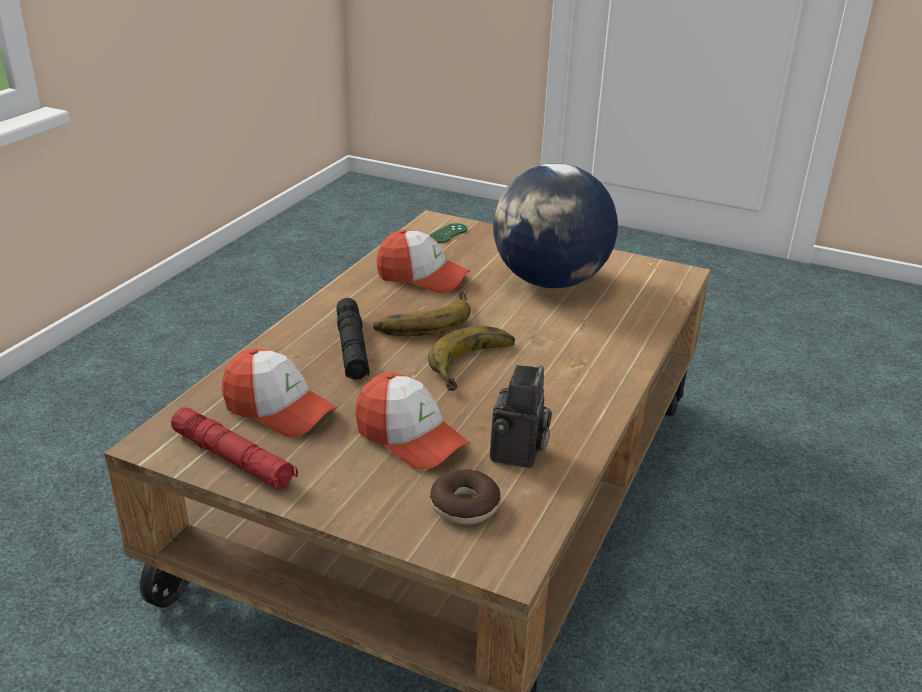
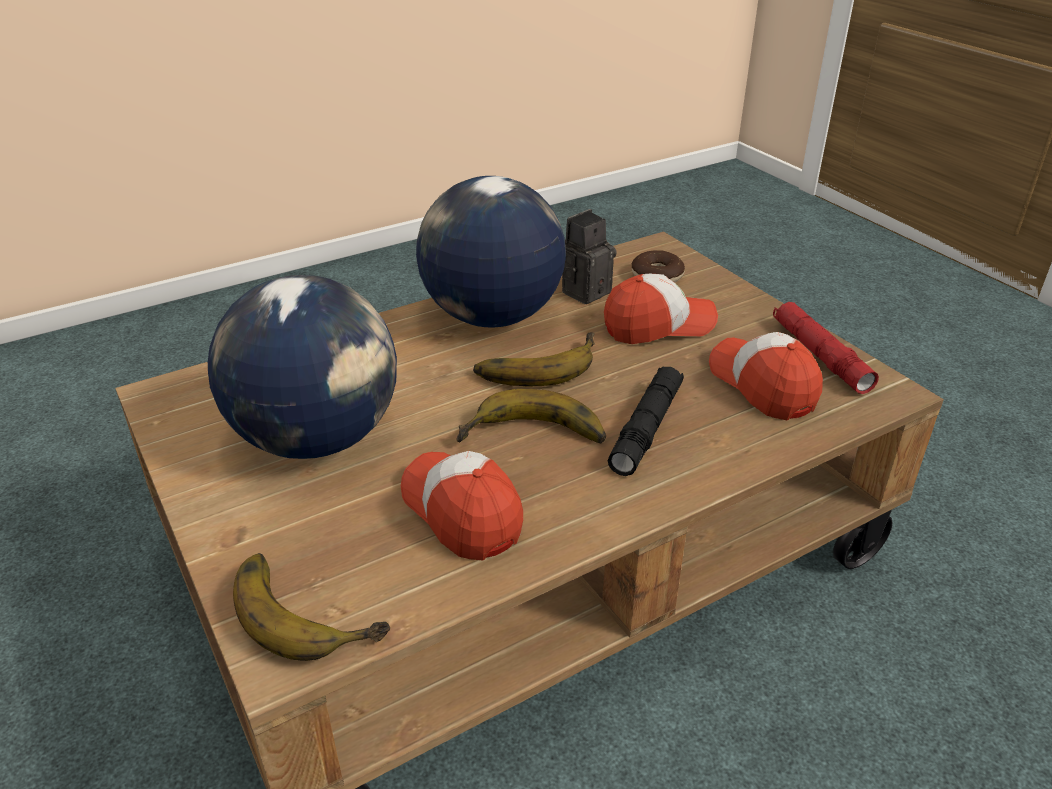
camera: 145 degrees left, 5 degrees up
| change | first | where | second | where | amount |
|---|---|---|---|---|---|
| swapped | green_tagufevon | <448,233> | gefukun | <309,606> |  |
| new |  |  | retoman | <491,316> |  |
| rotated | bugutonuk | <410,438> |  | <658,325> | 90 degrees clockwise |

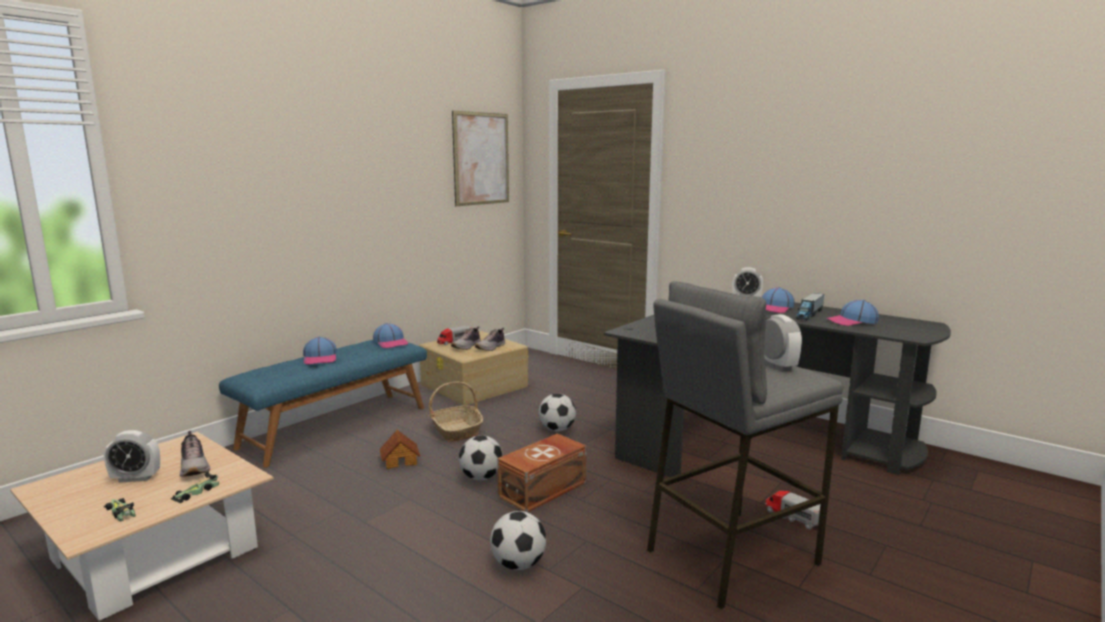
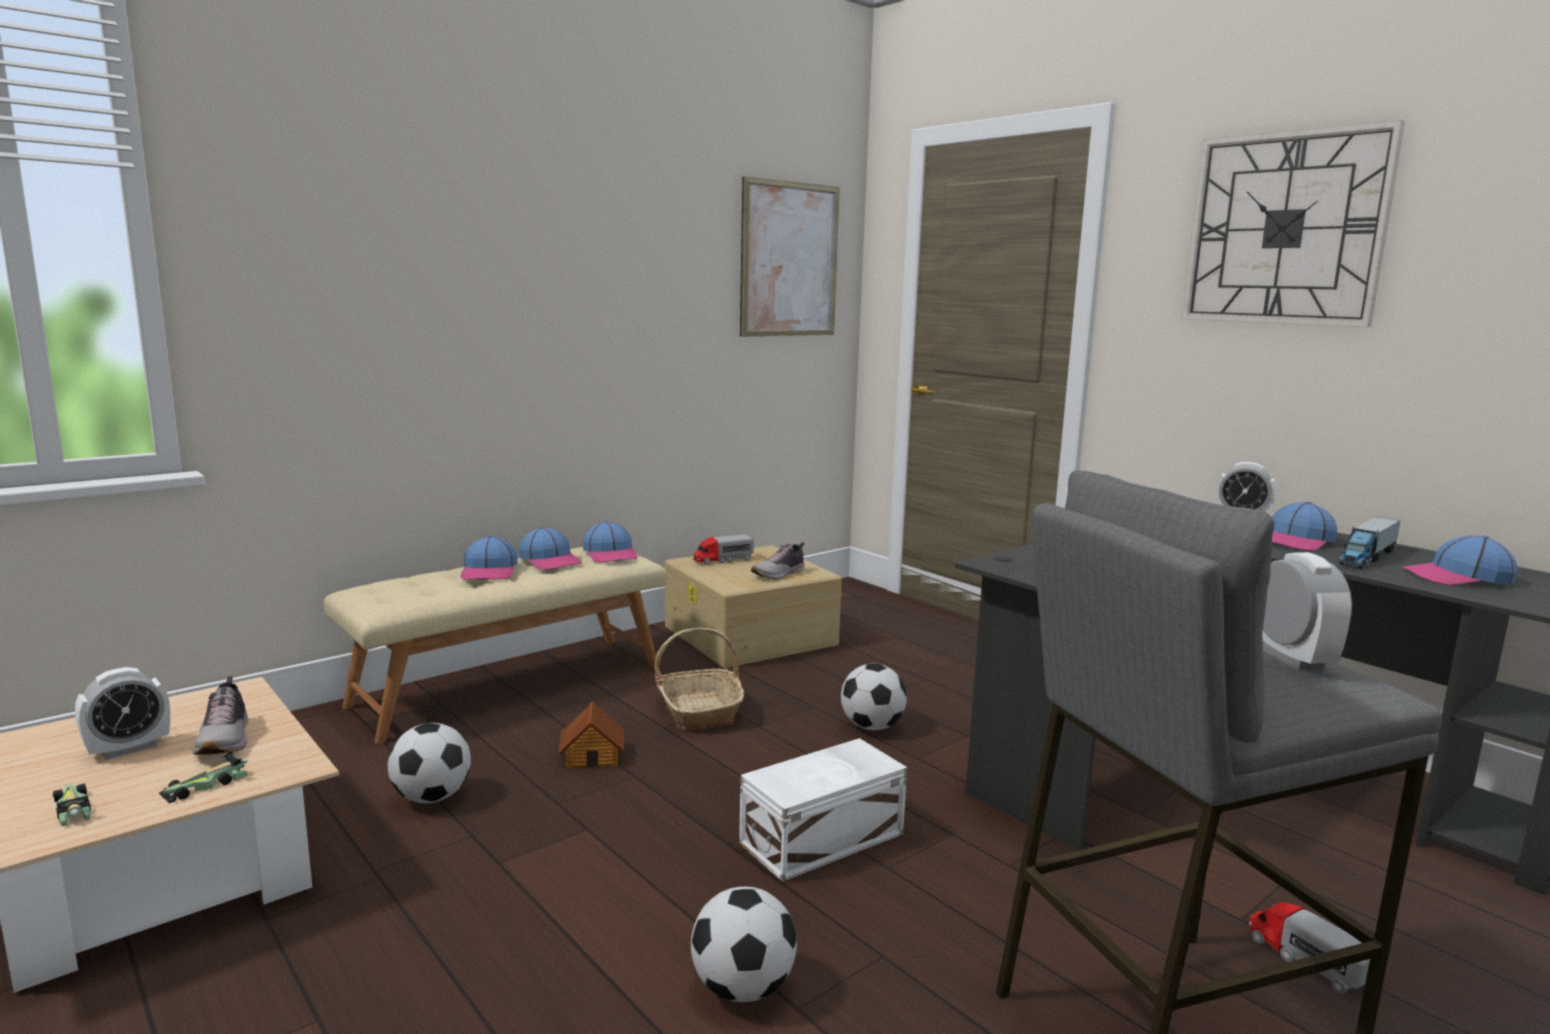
camera: 10 degrees right, 0 degrees up
| change | first | where | second | where | amount |
|---|---|---|---|---|---|
| rotated | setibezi | <136,478> |  | <128,749> | 45 degrees counterclockwise |
| repainted | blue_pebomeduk | <335,426> | beige_pebomeduk | <509,684> |  |
| shifted | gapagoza | <481,477> |  | <432,798> |  |
| new |  |  | bugutonuk | <550,560> |  |
| repainted | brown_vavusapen | <544,489> | white_vavusapen | <825,839> |  |
| new |  |  | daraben | <1285,229> |  |
| gone | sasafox | <467,346> |  |  |  |

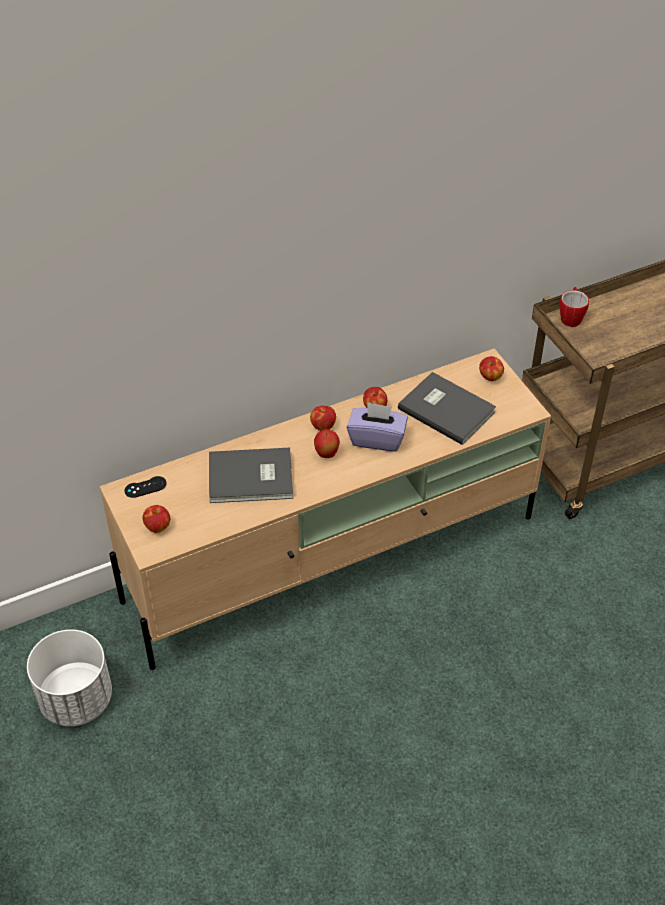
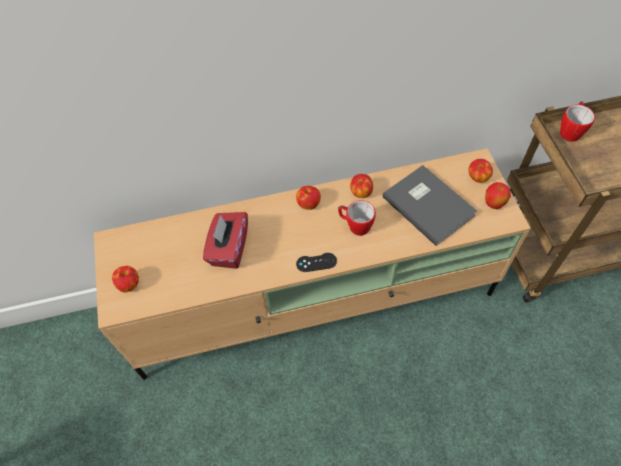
camera: 15 degrees right, 10 degrees up
| change | first | where | second | where | amount |
|---|---|---|---|---|---|
| swapped | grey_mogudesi | <252,479> | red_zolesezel | <229,249> |  |
| shifted | black_tagufevon | <145,487> |  | <316,262> |  |
| swapped | purple_zolesezel | <377,439> | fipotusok | <355,226> |  |
| shifted | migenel | <326,454> |  | <493,204> |  |
| gone | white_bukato | <77,700> |  |  |  |

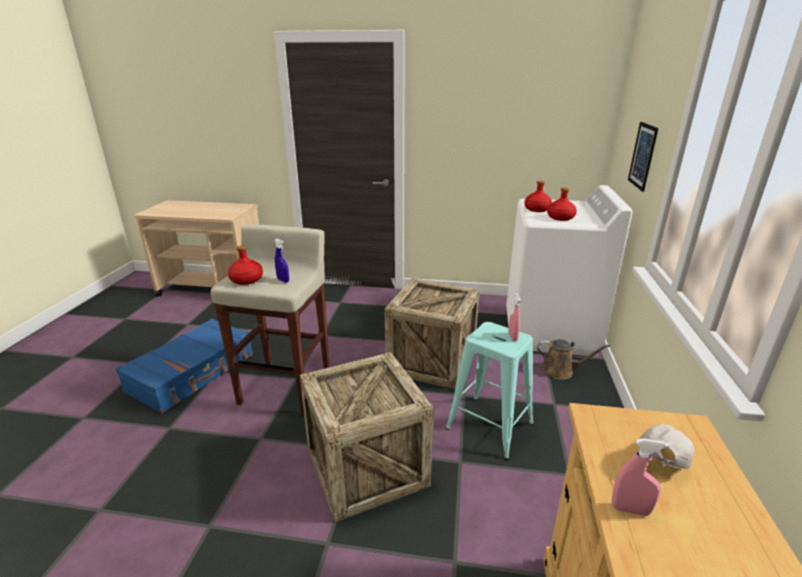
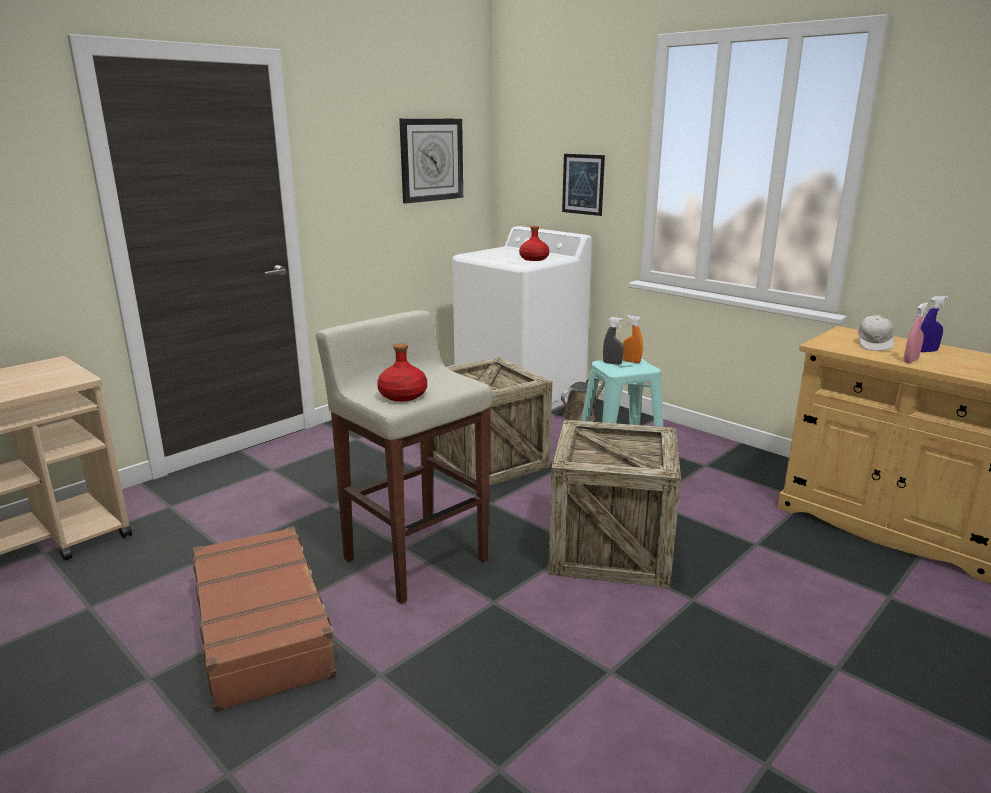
camera: 55 degrees left, 5 degrees down
| change | first | where | second | where | amount |
|---|---|---|---|---|---|
| repainted | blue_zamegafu | <193,373> | brown_zamegafu | <264,628> |  |
| new |  |  | daraben | <431,160> |  |
| new |  |  | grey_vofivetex | <612,363> |  |
| repainted | pink_vofivetex | <512,337> | orange_vofivetex | <631,361> |  |
| rotated | white_bugutonuk | <661,462> |  | <874,345> | 150 degrees counterclockwise |
| shifted | blue_vofivetex | <283,280> |  | <926,351> |  |
| gone | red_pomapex | <537,209> |  |  |  |

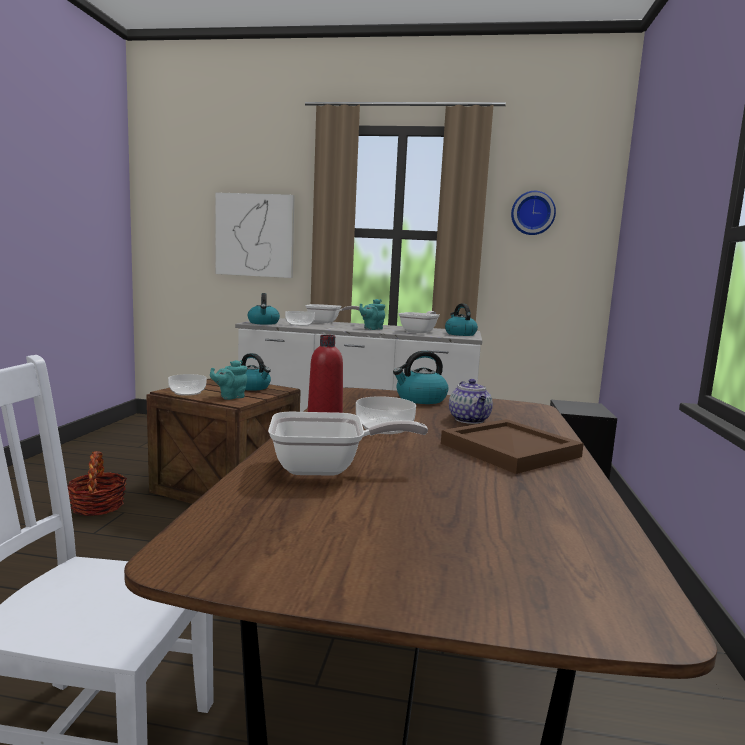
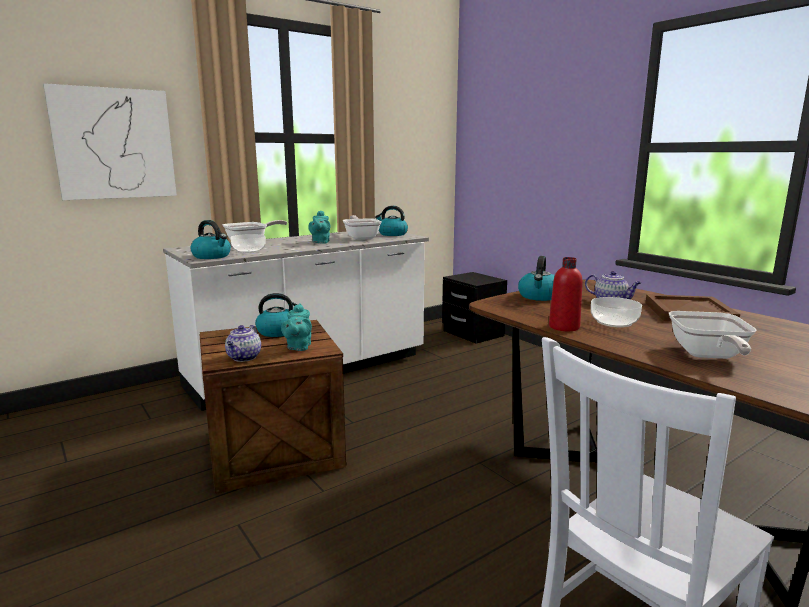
camera: 45 degrees left, 5 degrees up
| change | first | where | second | where | amount |
|---|---|---|---|---|---|
| swapped | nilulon | <187,392> | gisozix | <244,358> |  |
| rotated | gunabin | <327,469> |  | <707,356> | 150 degrees clockwise |
| gone | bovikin | <98,506> |  |  |  |
| gone | daraben | <532,213> |  |  |  |

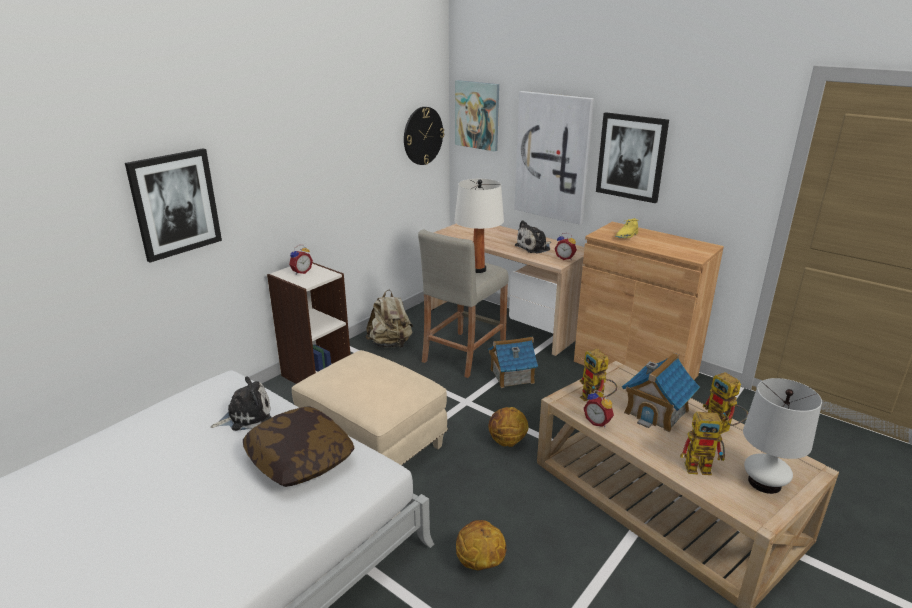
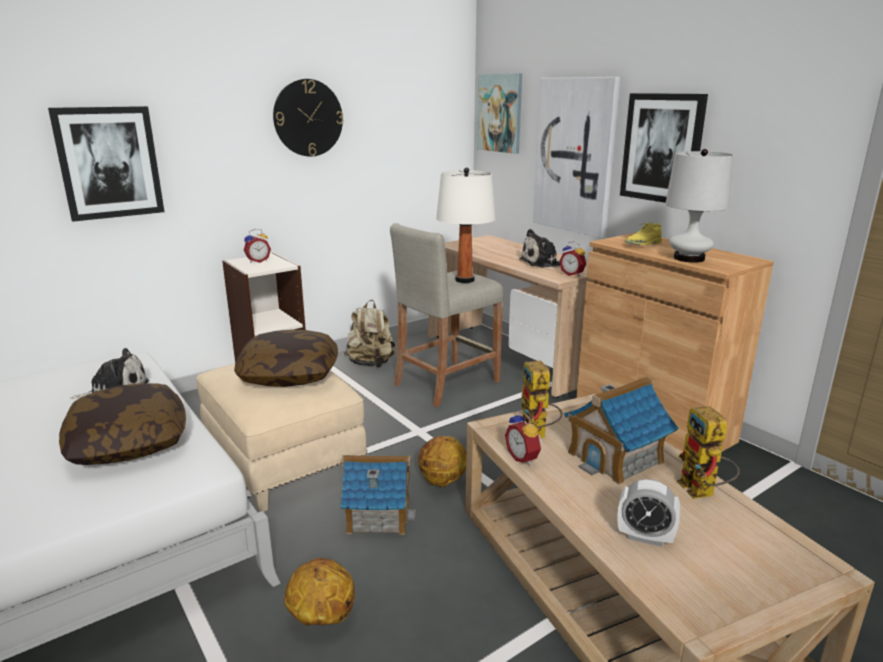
camera: 15 degrees right, 5 degrees down
| change | first | where | second | where | amount |
|---|---|---|---|---|---|
| new |  |  | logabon | <289,374> |  |
| shifted | daraben | <423,136> |  | <308,118> |  |
| shifted | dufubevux | <511,376> |  | <378,515> |  |
| swapped | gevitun | <703,467> | setibezi | <645,537> |  |
| shifted | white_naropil | <764,482> |  | <689,258> |  |

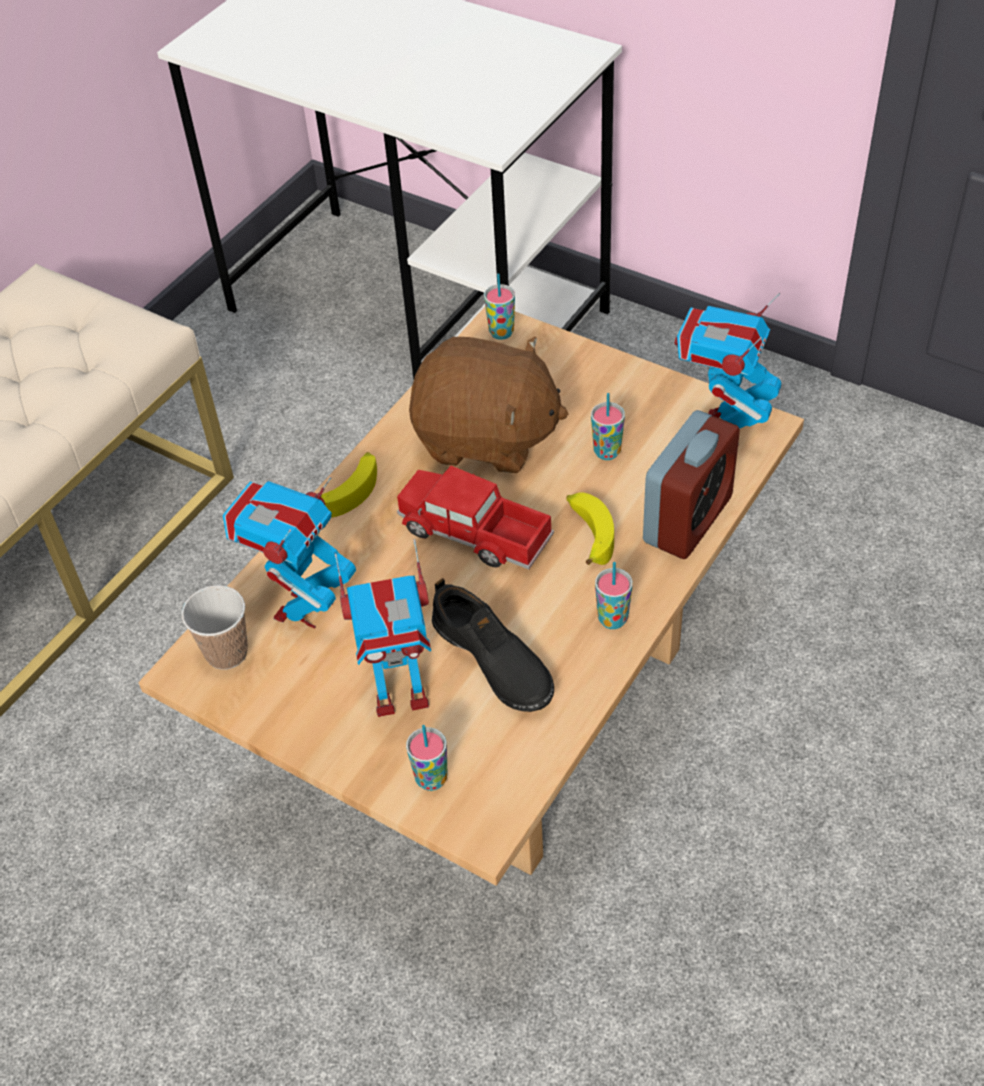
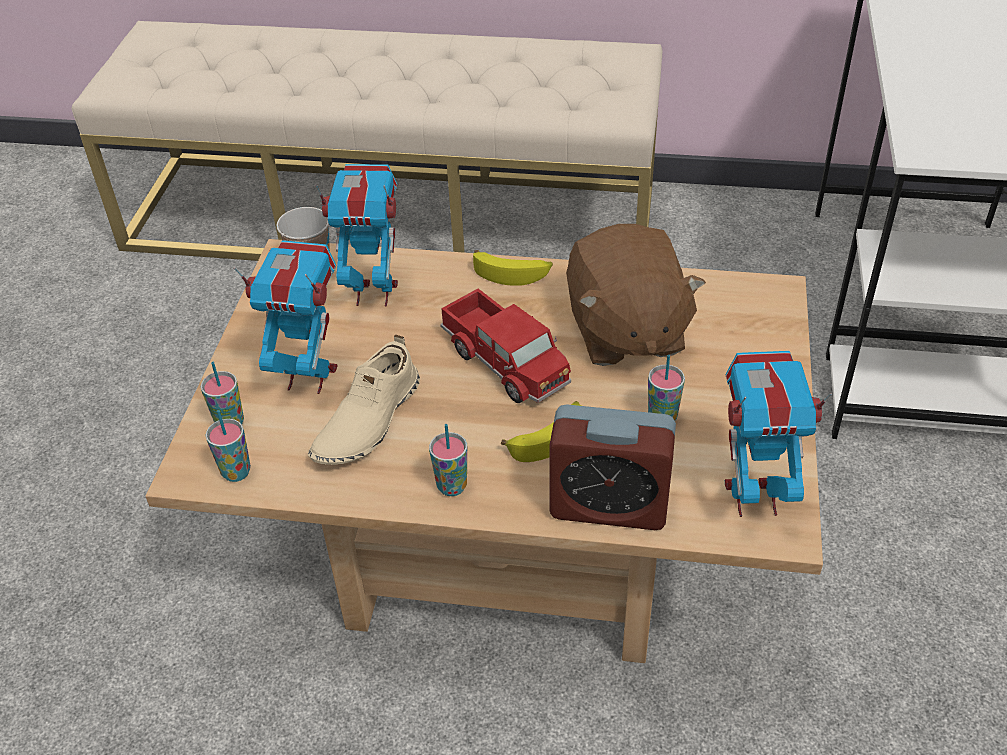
camera: 65 degrees right, 5 degrees down
| change | first | where | second | where | amount |
|---|---|---|---|---|---|
| shifted | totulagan | <501,332> |  | <236,472> |  |
| rotated | gevitun | <400,694> |  | <309,376> | 135 degrees clockwise |
| repainted | black_sasafox | <492,661> | beige_sasafox | <366,420> |  |
| rotated | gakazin | <474,533> |  | <506,362> | 135 degrees clockwise |

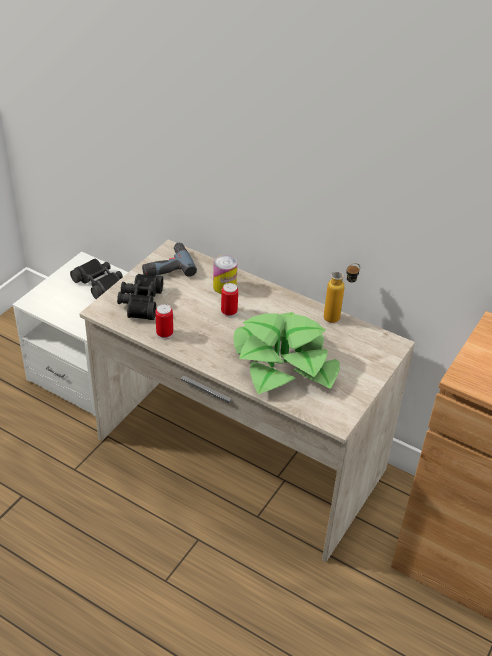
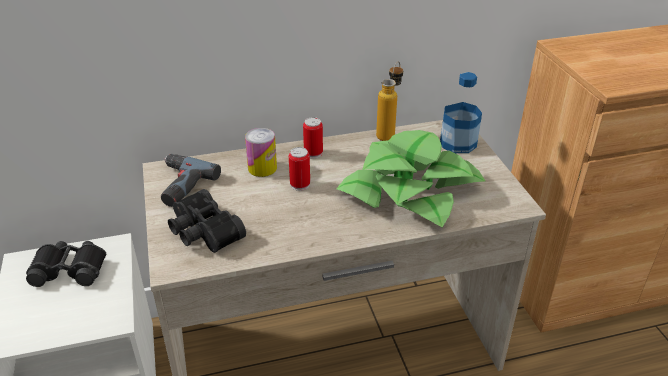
camera: 45 degrees left, 5 degrees down
| change | first | where | second | where | amount |
|---|---|---|---|---|---|
| shifted | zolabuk | <164,333> |  | <313,153> |  |
| new |  |  | pomapex | <458,143> |  |

